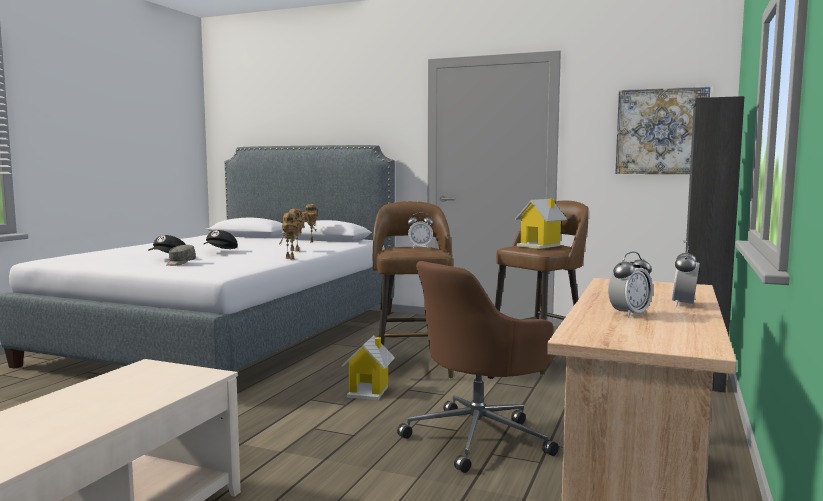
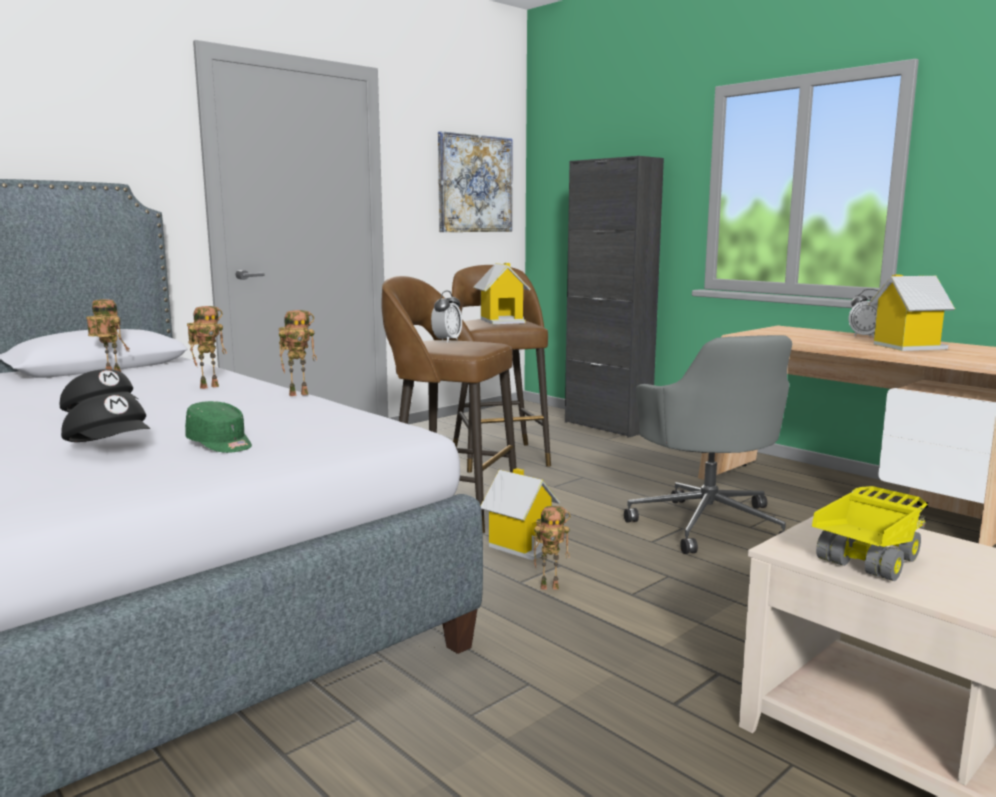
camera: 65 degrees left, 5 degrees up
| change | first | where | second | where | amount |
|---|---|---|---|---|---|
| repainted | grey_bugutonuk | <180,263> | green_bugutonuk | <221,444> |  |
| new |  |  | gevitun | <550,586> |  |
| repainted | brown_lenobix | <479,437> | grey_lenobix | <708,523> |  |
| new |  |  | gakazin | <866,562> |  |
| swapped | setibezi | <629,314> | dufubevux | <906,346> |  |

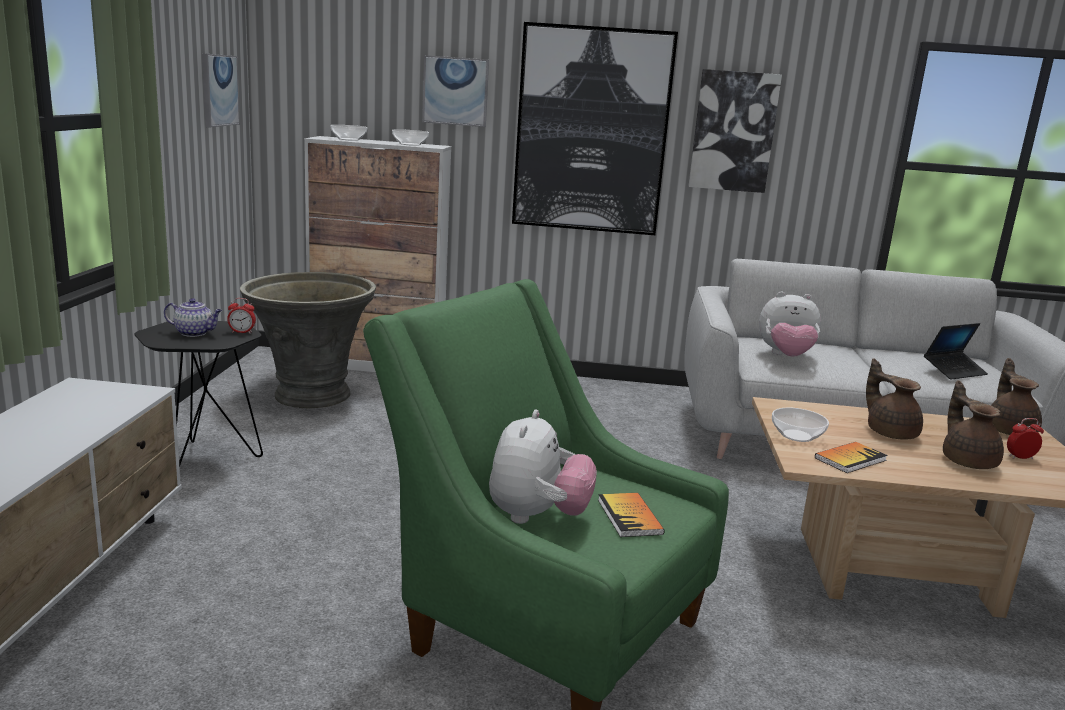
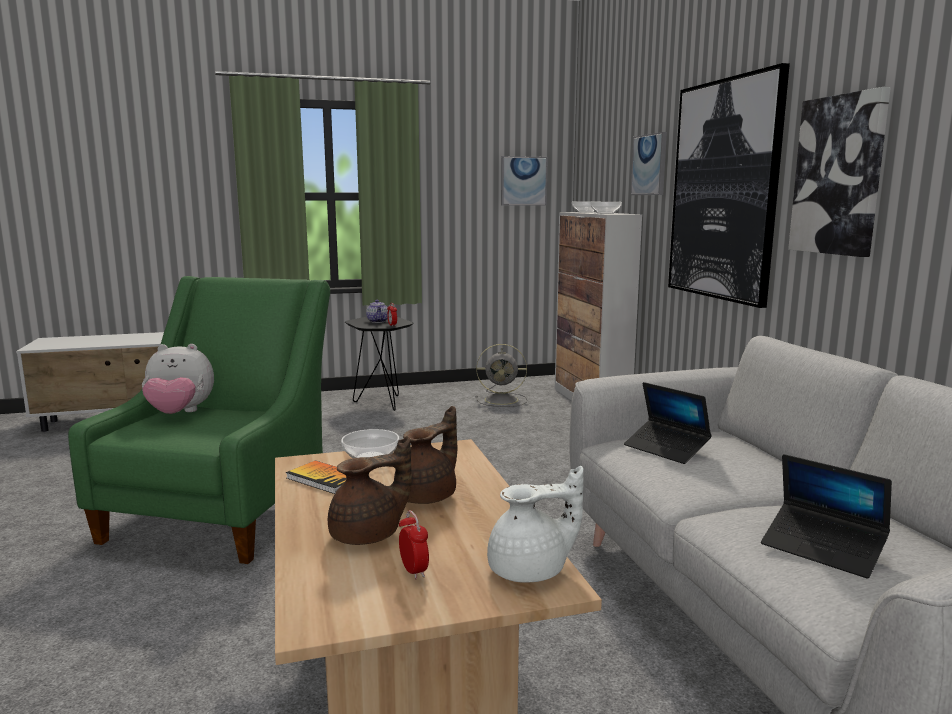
camera: 70 degrees right, 5 degrees down
| change | first | where | second | where | amount |
|---|---|---|---|---|---|
| swapped | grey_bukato | <310,395> | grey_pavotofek | <503,400> |  |
| repainted | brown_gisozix | <1009,430> | white_gisozix | <531,571> |  |
| swapped | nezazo | <785,356> | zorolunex | <666,449> |  |
| gone | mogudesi | <629,516> |  |  |  |

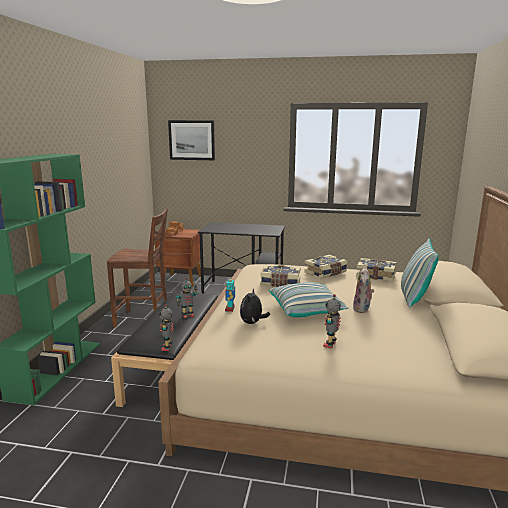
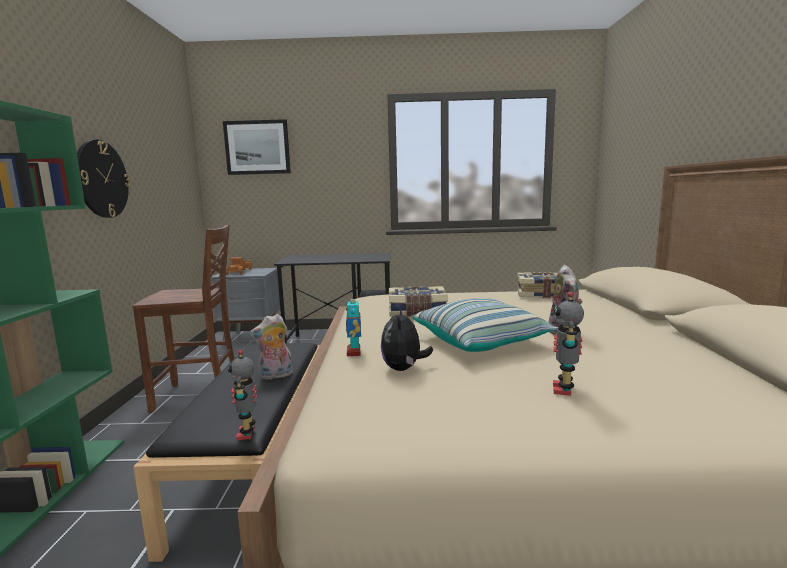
camera: 10 degrees left, 5 degrees down
| change | first | where | second | where | amount |
|---|---|---|---|---|---|
| new |  |  | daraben | <102,179> |  |
| repainted | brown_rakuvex | <182,280> | grey_rakuvex | <253,339> |  |
| swapped | gevitun | <187,316> | nezazo | <275,376> |  |
| gone | mogudesi | <326,273> |  |  |  |
| gone | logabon | <414,298> |  |  |  |

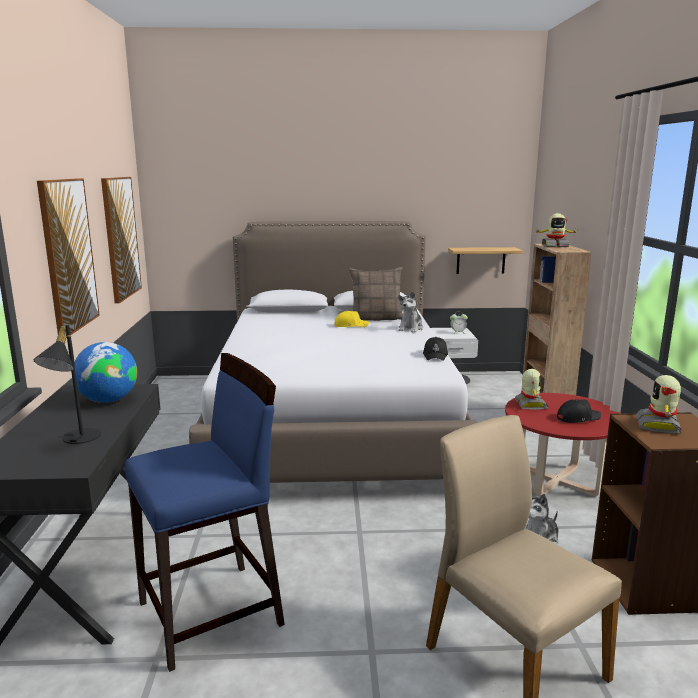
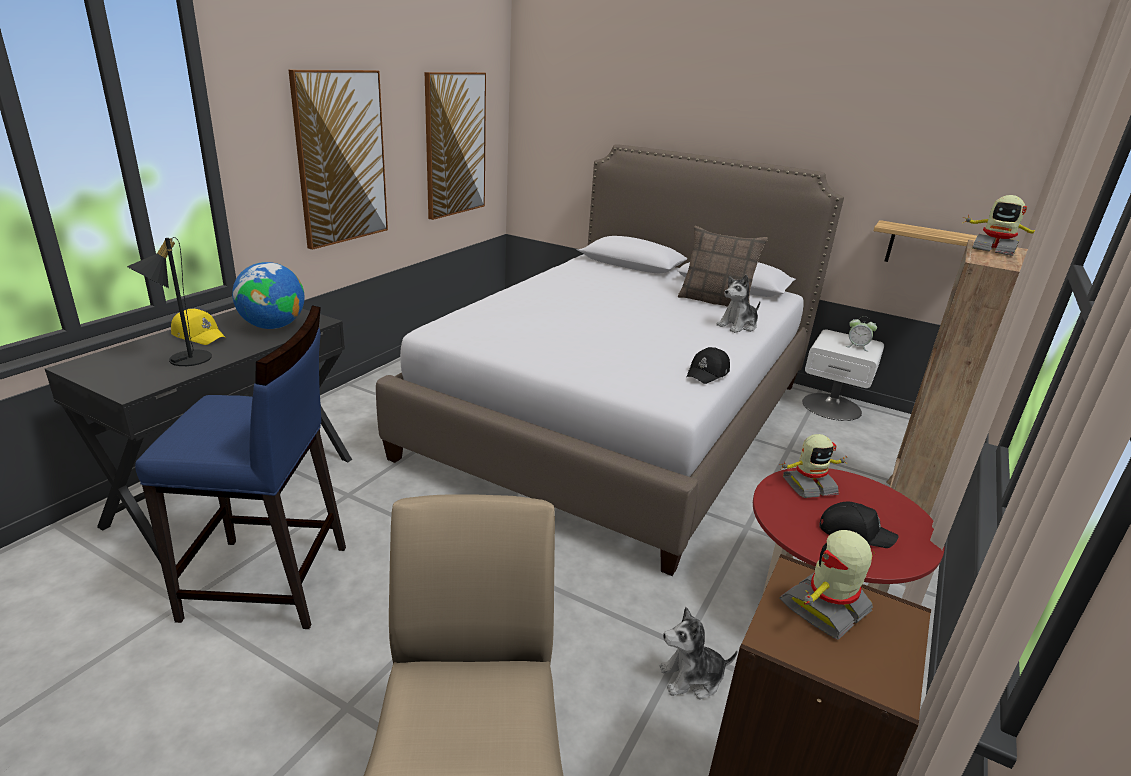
camera: 30 degrees right, 10 degrees up
| change | first | where | second | where | amount |
|---|---|---|---|---|---|
| shifted | yellow_bugutonuk | <350,325> |  | <199,335> |  |
| rotated | gevitun | <530,405> |  | <808,485> | 45 degrees clockwise |

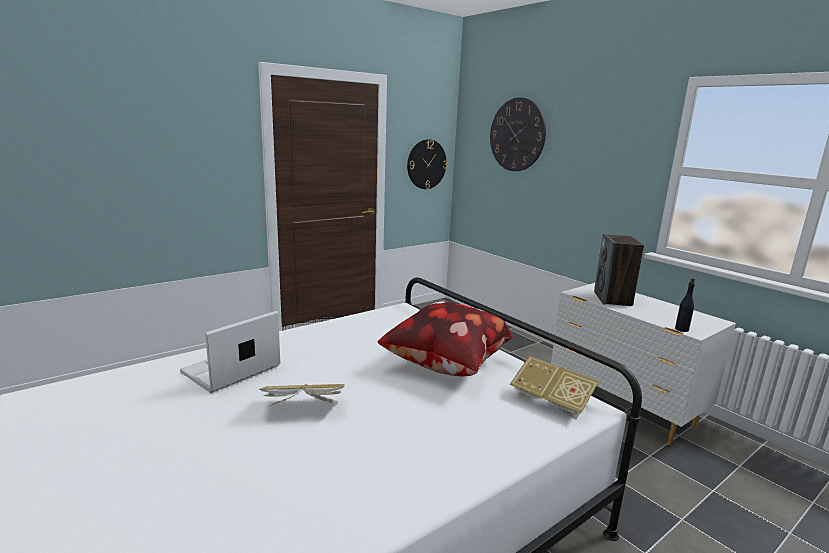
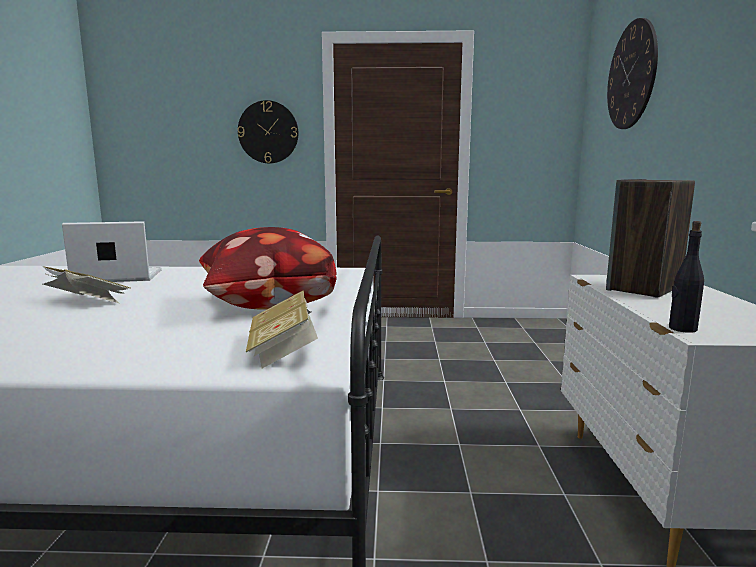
camera: 40 degrees right, 5 degrees down
| change | first | where | second | where | amount |
|---|---|---|---|---|---|
| shifted | daraben | <426,164> |  | <268,132> |  |

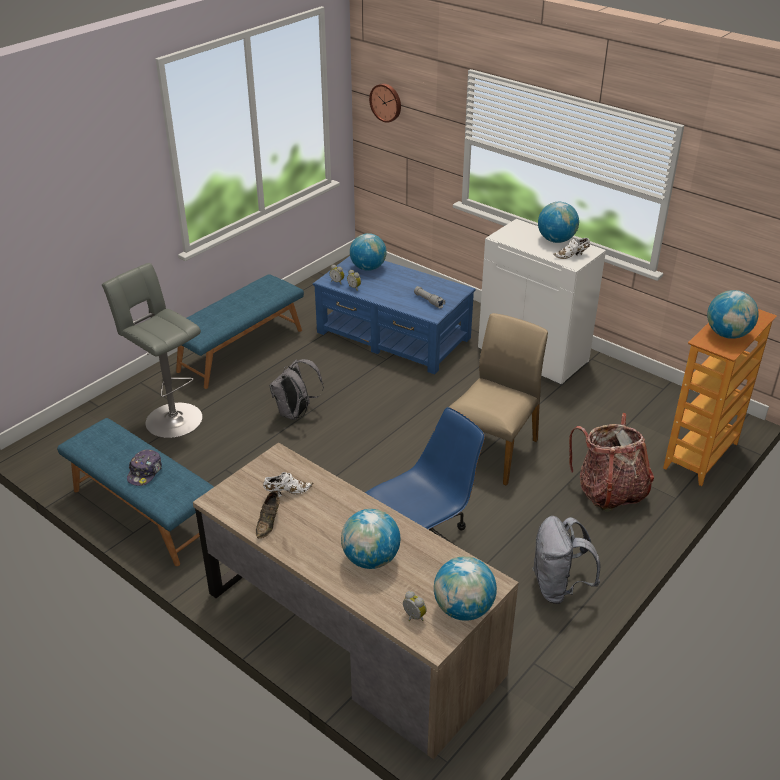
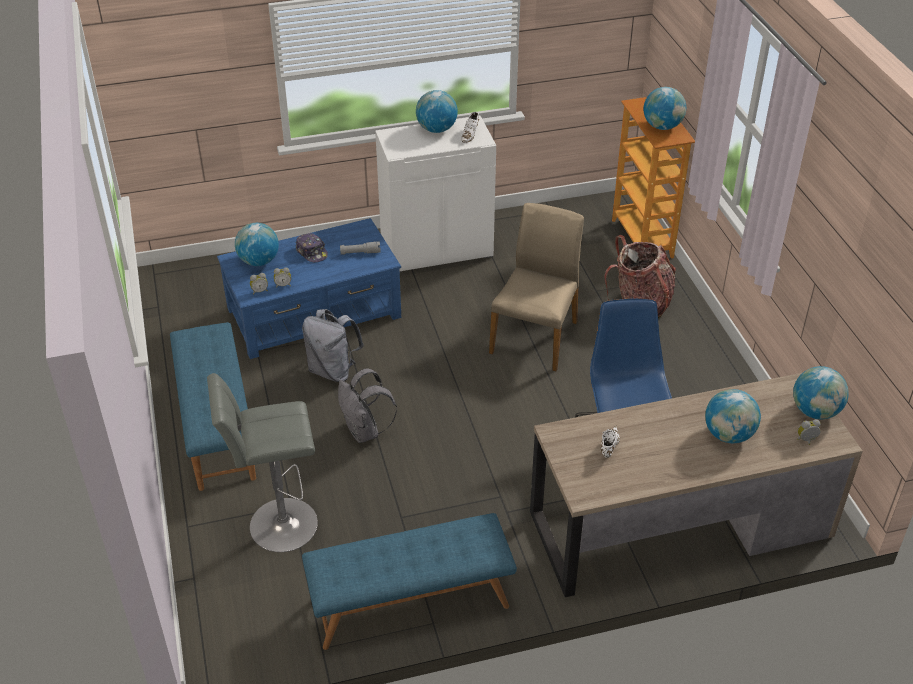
camera: 55 degrees left, 5 degrees up
| change | first | where | second | where | amount |
|---|---|---|---|---|---|
| shifted | bugutonuk | <145,472> |  | <312,252> |  |
| shifted | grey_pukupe | <559,587> |  | <333,370> |  |
| rotated | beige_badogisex | <493,449> |  | <535,337> | 45 degrees clockwise |
| gone | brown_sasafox | <269,522> |  |  |  |
| gone | daraben | <386,102> |  |  |  |

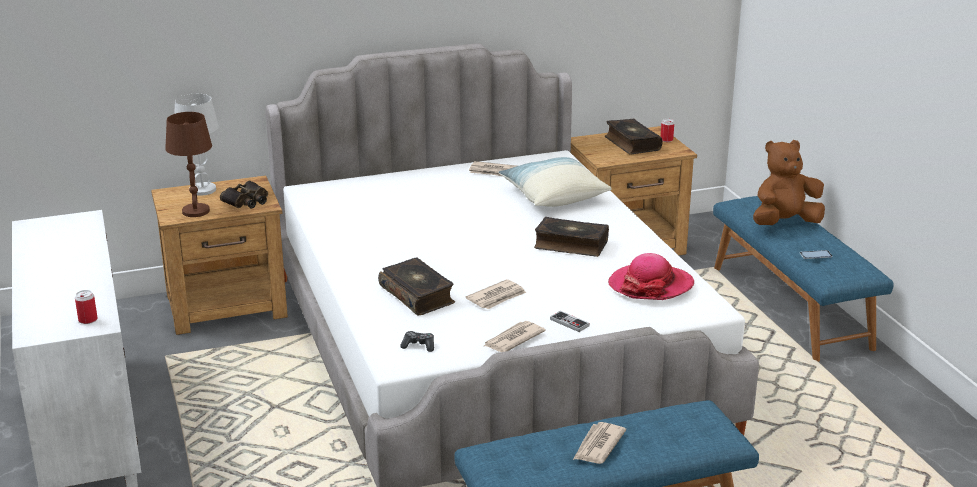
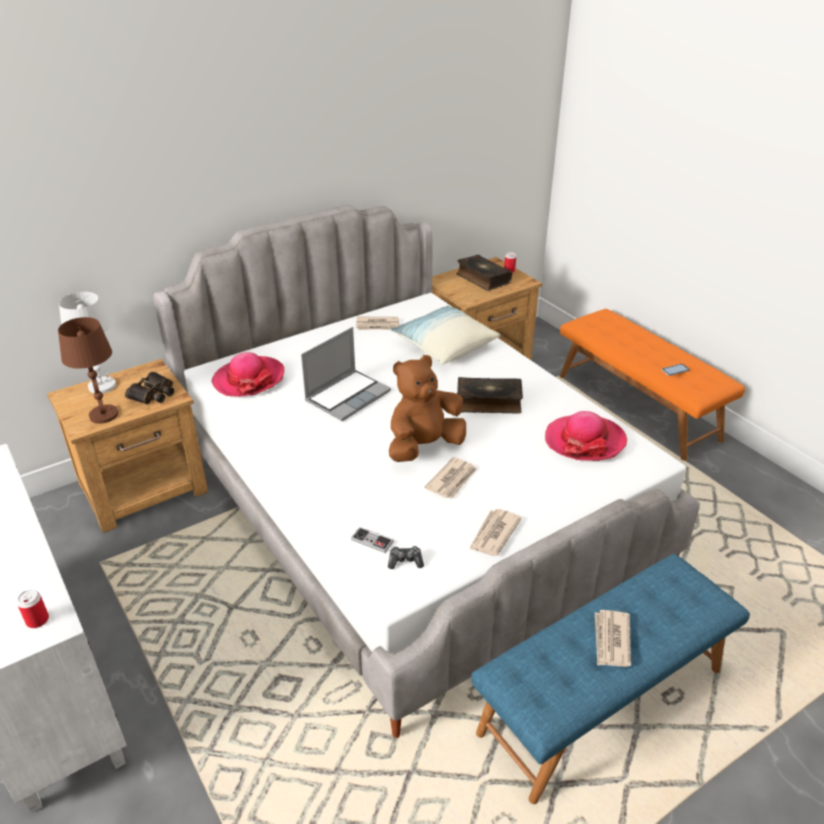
camera: 15 degrees left, 10 degrees up
| change | first | where | second | where | amount |
|---|---|---|---|---|---|
| new |  |  | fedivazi | <249,379> |  |
| new |  |  | zorolunex | <347,396> |  |
| shifted | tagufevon | <569,323> |  | <372,541> |  |
| shifted | brown_nezazo | <784,223> |  | <424,446> |  |
| repainted | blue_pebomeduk | <791,306> | orange_pebomeduk | <637,407> |  |
| gone | mogudesi | <418,295> |  |  |  |

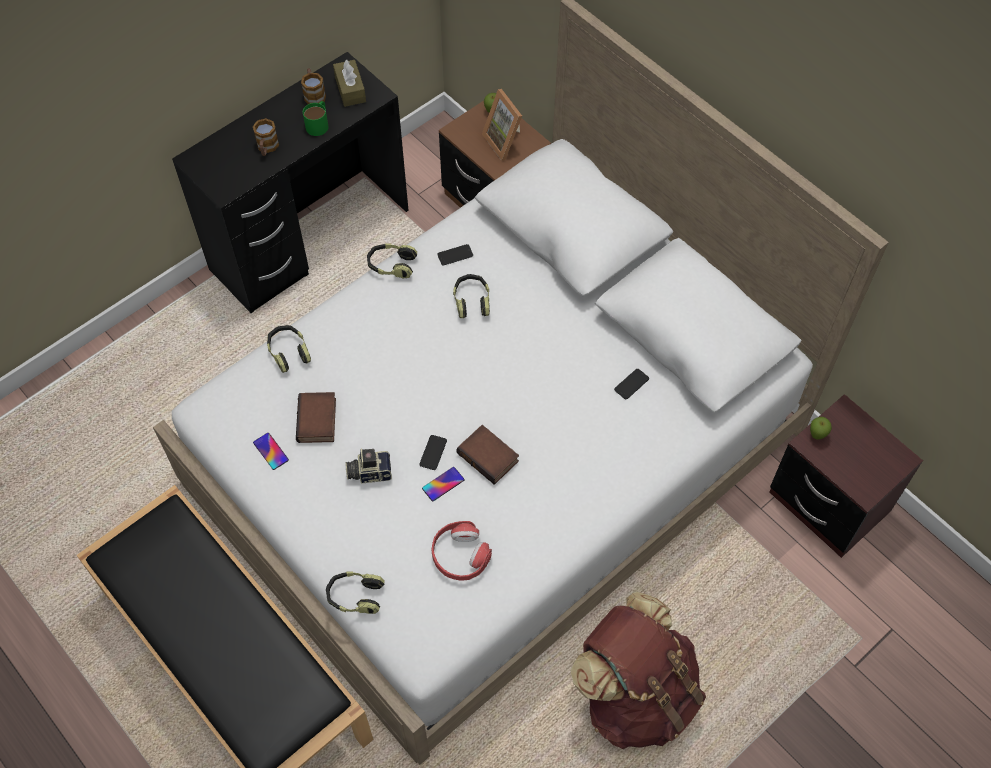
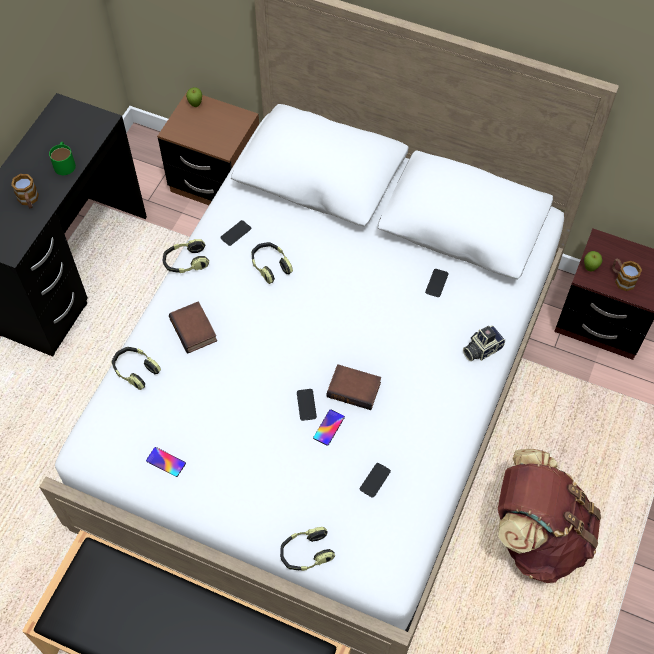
camera: 25 degrees left, 0 degrees up
| change | first | where | second | where | amount |
|---|---|---|---|---|---|
| shifted | mogudesi | <318,421> |  | <195,330> |  |
| swapped | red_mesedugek | <460,555> | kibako | <375,480> |  |
| shifted | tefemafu | <369,472> |  | <481,349> |  |
| shifted | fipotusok | <314,94> |  | <621,279> |  |
| gone | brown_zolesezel | <350,89> |  |  |  |
| gone | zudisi | <506,141> |  |  |  |

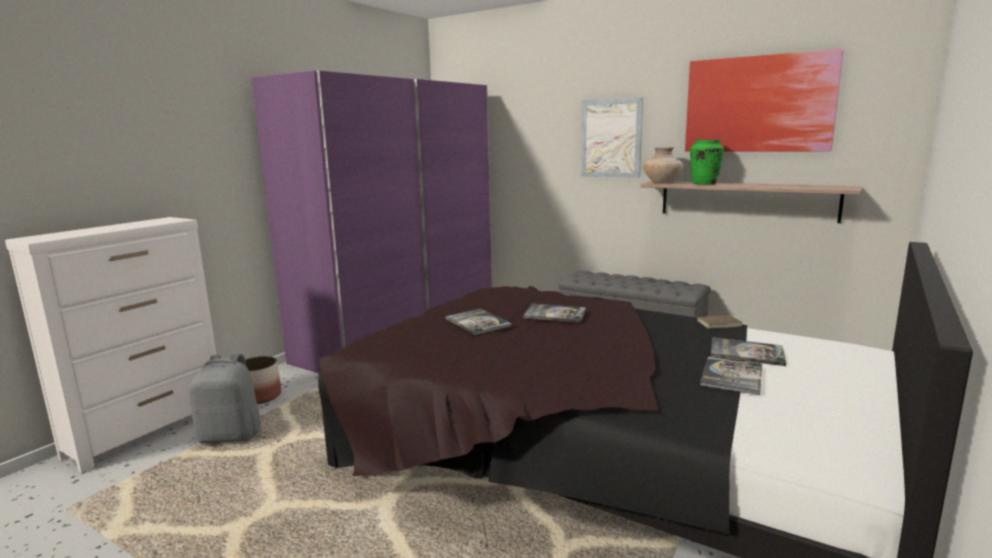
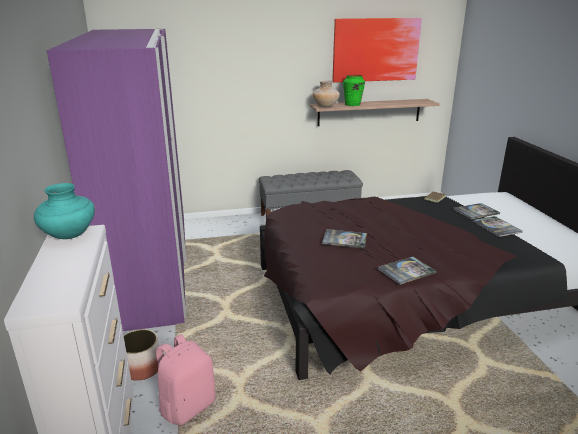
camera: 45 degrees left, 10 degrees up
| change | first | where | second | where | amount |
|---|---|---|---|---|---|
| new |  |  | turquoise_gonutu | <69,234> |  |
| repainted | grey_pukupe | <231,435> | pink_pukupe | <187,406> |  |
| shifted | mogudesi | <555,314> |  | <406,271> |  |
| gone | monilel | <611,138> |  |  |  |

